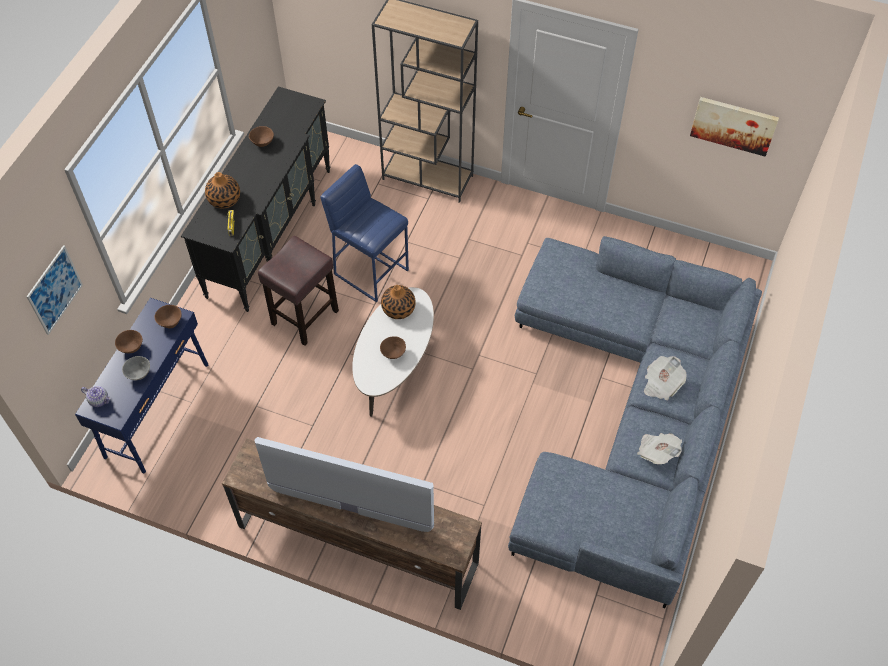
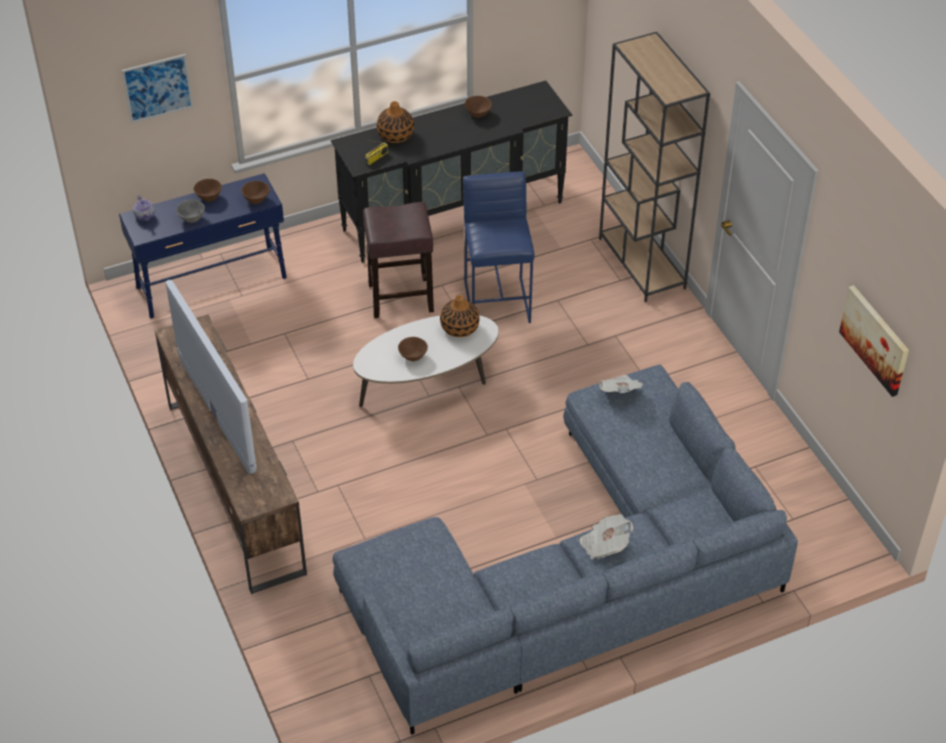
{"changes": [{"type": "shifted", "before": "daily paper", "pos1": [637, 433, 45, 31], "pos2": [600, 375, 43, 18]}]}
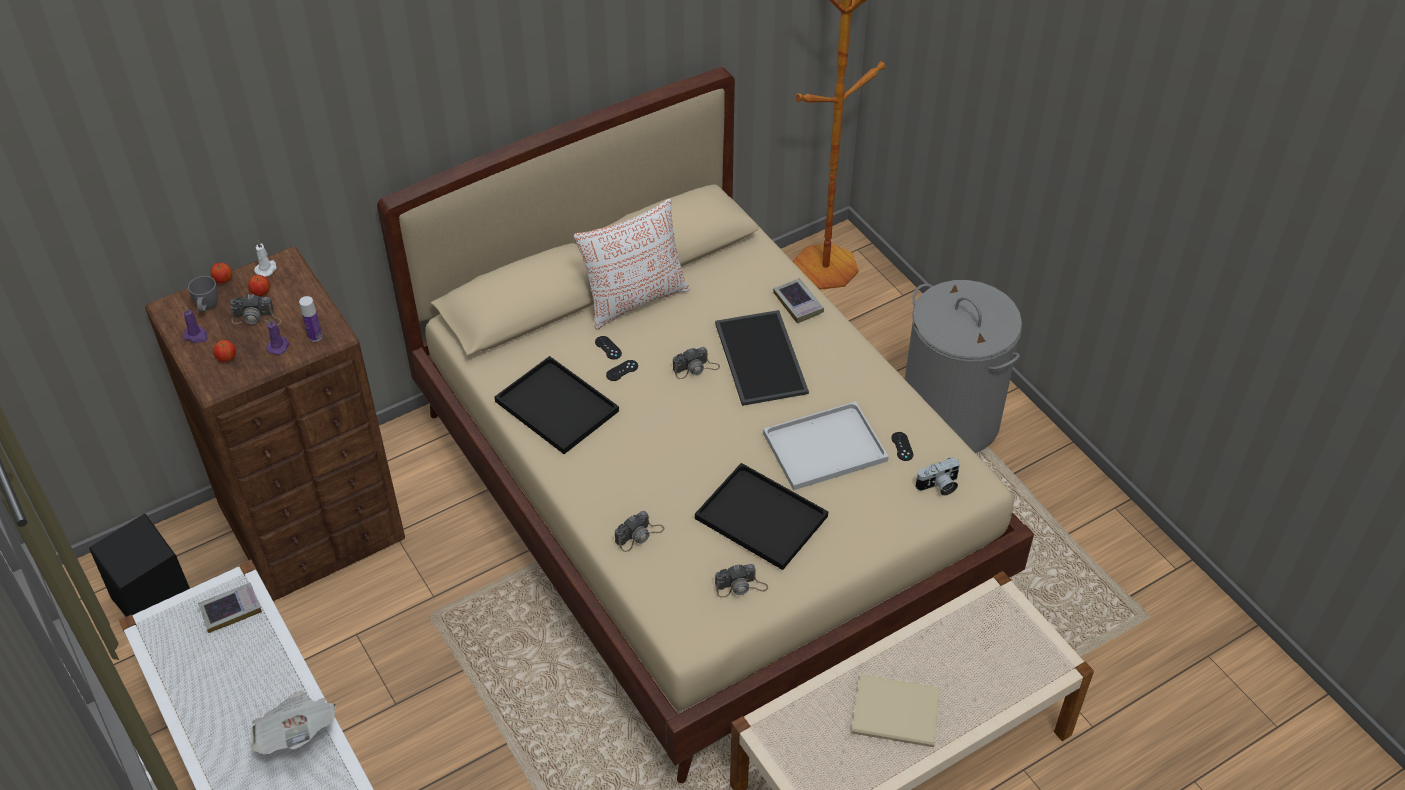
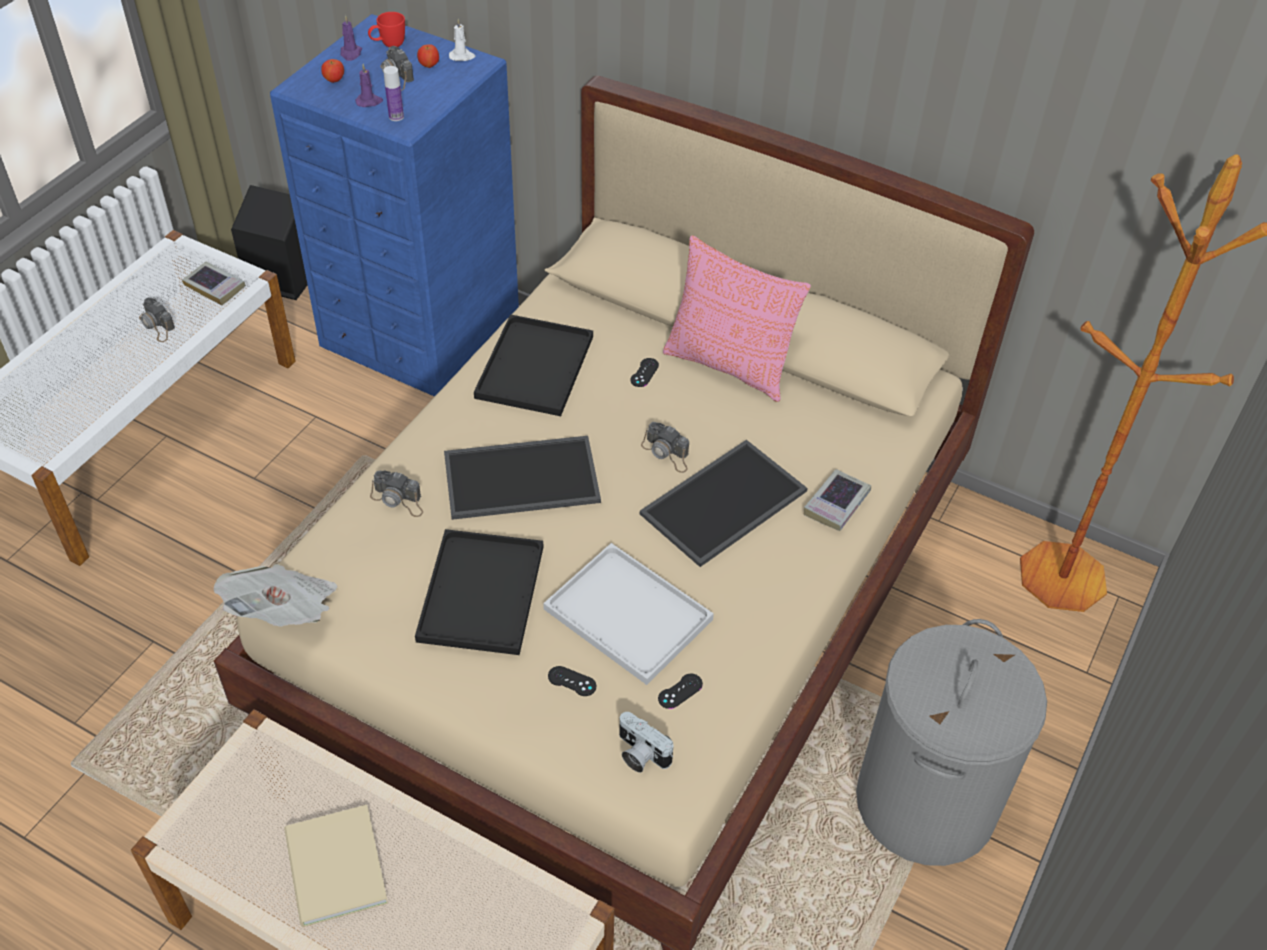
{"changes": [{"type": "gone", "before": "whole apple", "pos1": [211, 263, 21, 20]}, {"type": "new", "after": "carrying tray", "pos2": [444, 436, 157, 84]}, {"type": "shifted", "before": "daily paper", "pos1": [250, 691, 86, 63], "pos2": [214, 564, 123, 62]}, {"type": "shifted", "before": "joypad/black", "pos1": [606, 360, 32, 21], "pos2": [548, 666, 48, 30]}, {"type": "shifted", "before": "still camera", "pos1": [715, 564, 53, 34], "pos2": [139, 297, 36, 45]}, {"type": "repainted", "before": "chest of drawers/brown-coloured", "after": "chest of drawers/blue", "pos1": [145, 246, 260, 355], "pos2": [270, 14, 249, 383]}, {"type": "repainted", "before": "mug/grey", "after": "mug/red", "pos1": [188, 276, 30, 36], "pos2": [368, 12, 37, 35]}, {"type": "repainted", "before": "pillow/white", "after": "pillow/pink-coloured", "pos1": [574, 199, 116, 131], "pos2": [663, 236, 148, 166]}]}
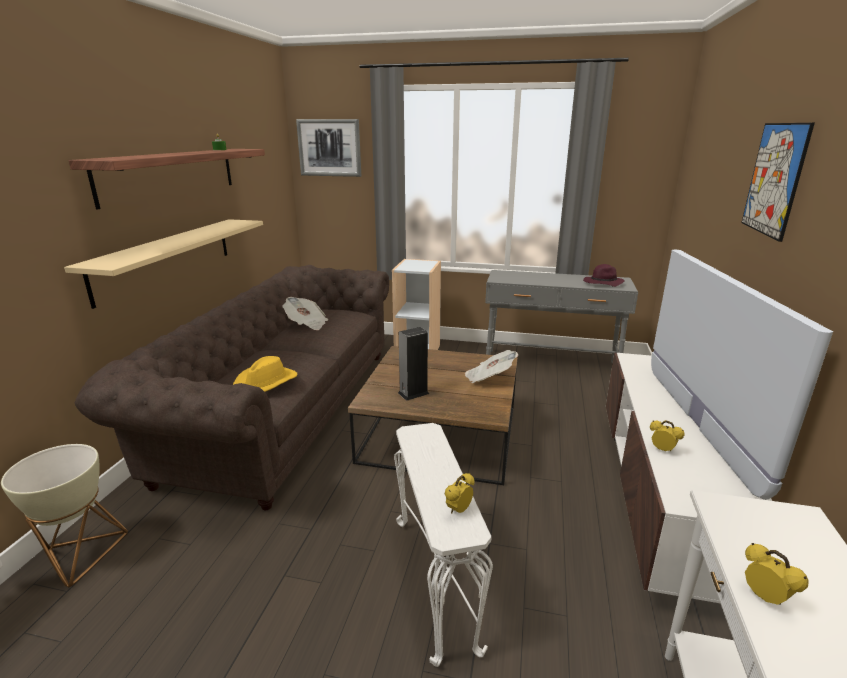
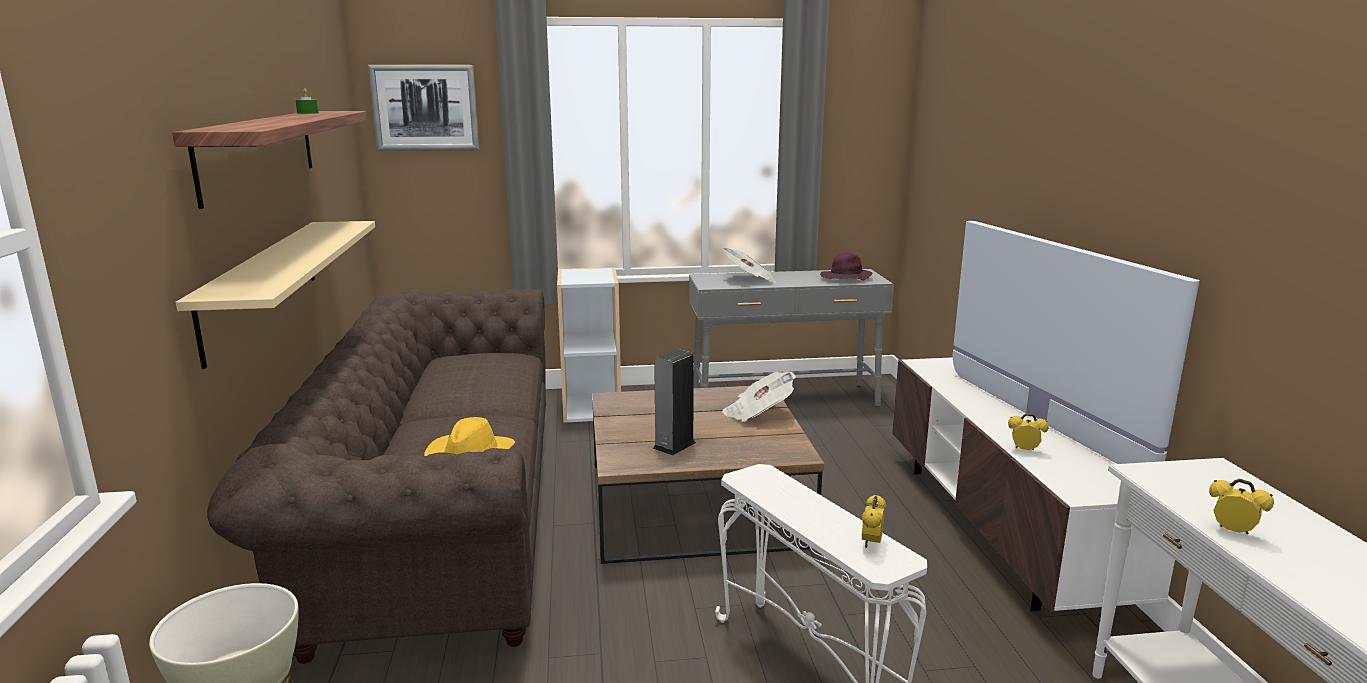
{"changes": [{"type": "gone", "before": "picture", "pos1": [741, 123, 74, 119]}, {"type": "shifted", "before": "daily paper", "pos1": [282, 297, 46, 33], "pos2": [722, 247, 54, 36]}]}
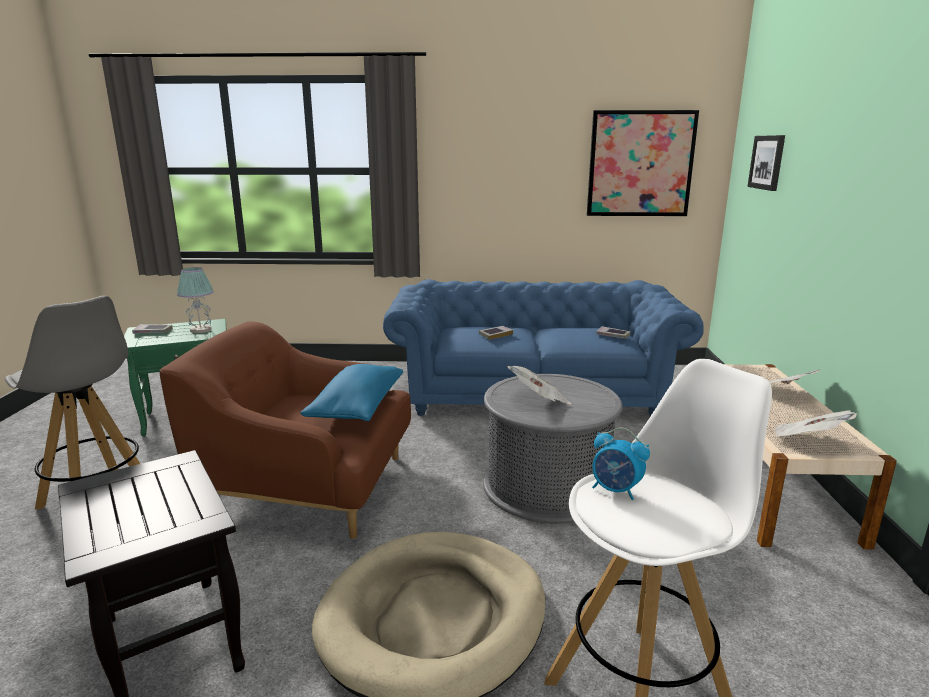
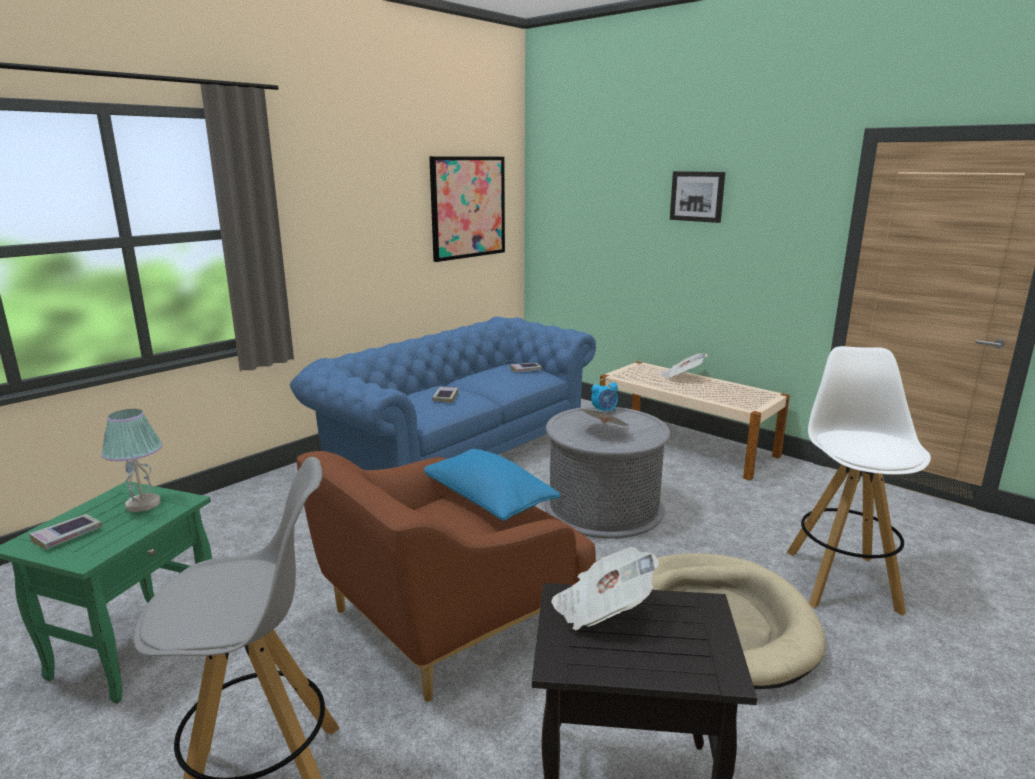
{"changes": [{"type": "shifted", "before": "table clock", "pos1": [592, 428, 58, 72], "pos2": [591, 379, 27, 33]}, {"type": "shifted", "before": "picture", "pos1": [747, 135, 38, 56], "pos2": [670, 171, 55, 52]}, {"type": "shifted", "before": "daily paper", "pos1": [774, 410, 83, 27], "pos2": [551, 547, 109, 84]}]}
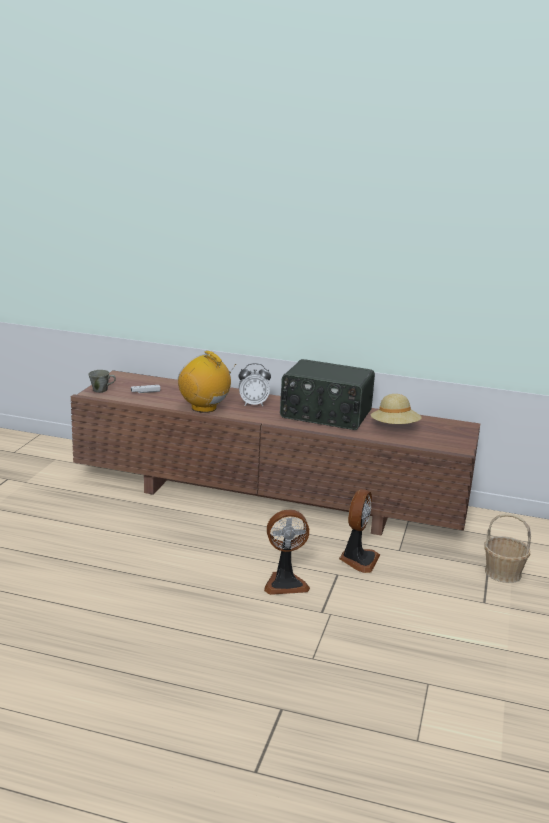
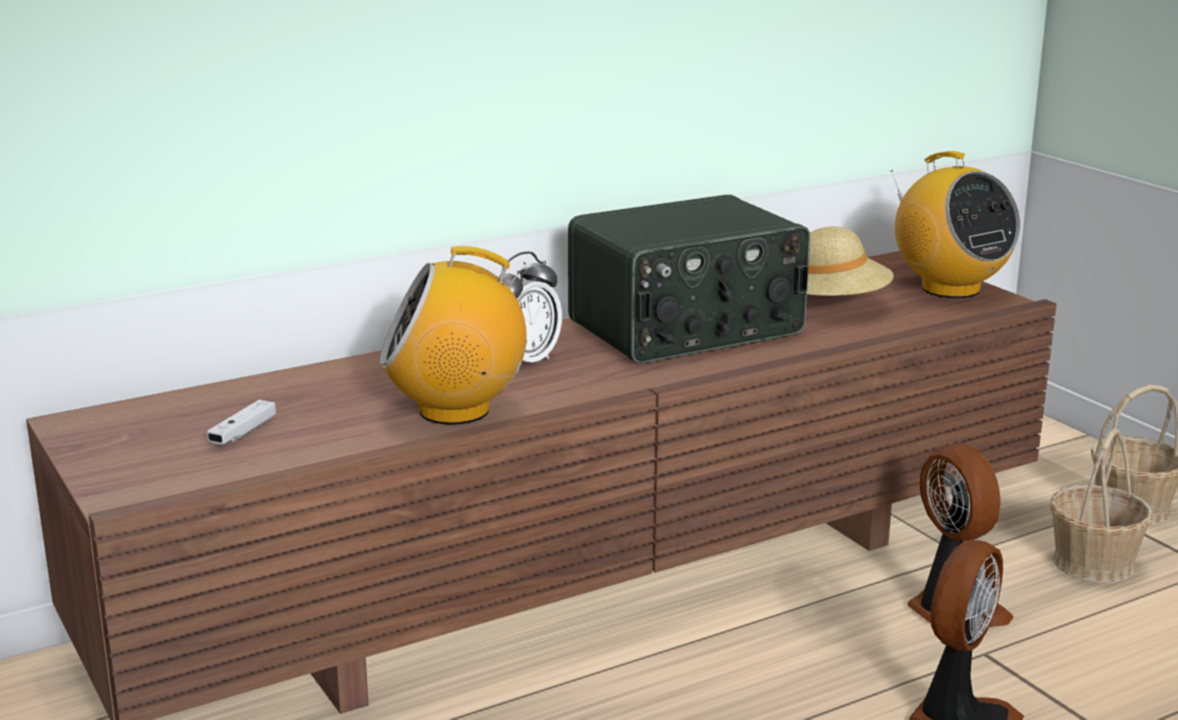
{"changes": [{"type": "gone", "before": "mug/grey", "pos1": [89, 370, 27, 23]}, {"type": "new", "after": "radio set", "pos2": [890, 151, 130, 147]}, {"type": "new", "after": "basket", "pos2": [1049, 428, 104, 155]}]}
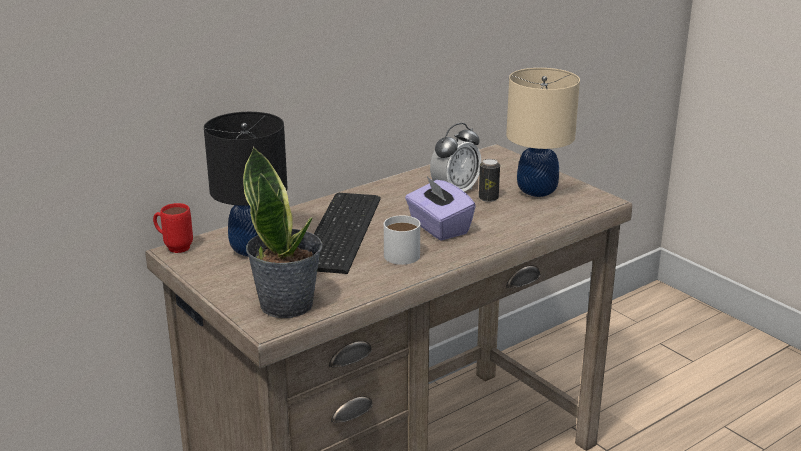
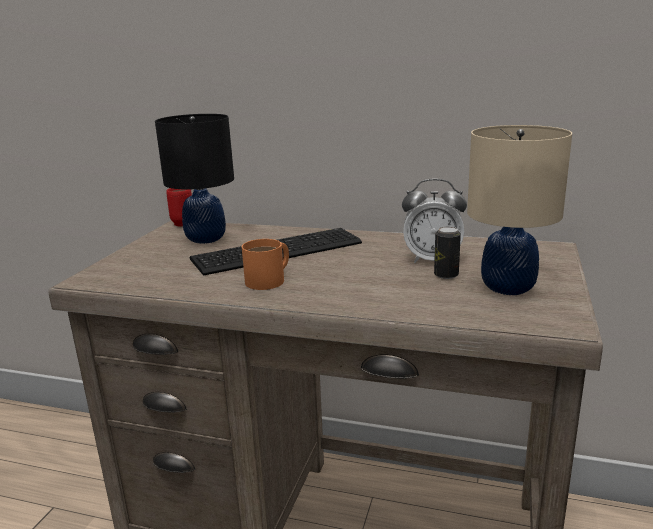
{"changes": [{"type": "gone", "before": "plant in a pot", "pos1": [243, 146, 79, 172]}, {"type": "gone", "before": "box of tissues/purplish", "pos1": [405, 176, 71, 65]}, {"type": "repainted", "before": "mug/white", "after": "mug/orangey", "pos1": [384, 215, 36, 50], "pos2": [242, 239, 47, 51]}]}
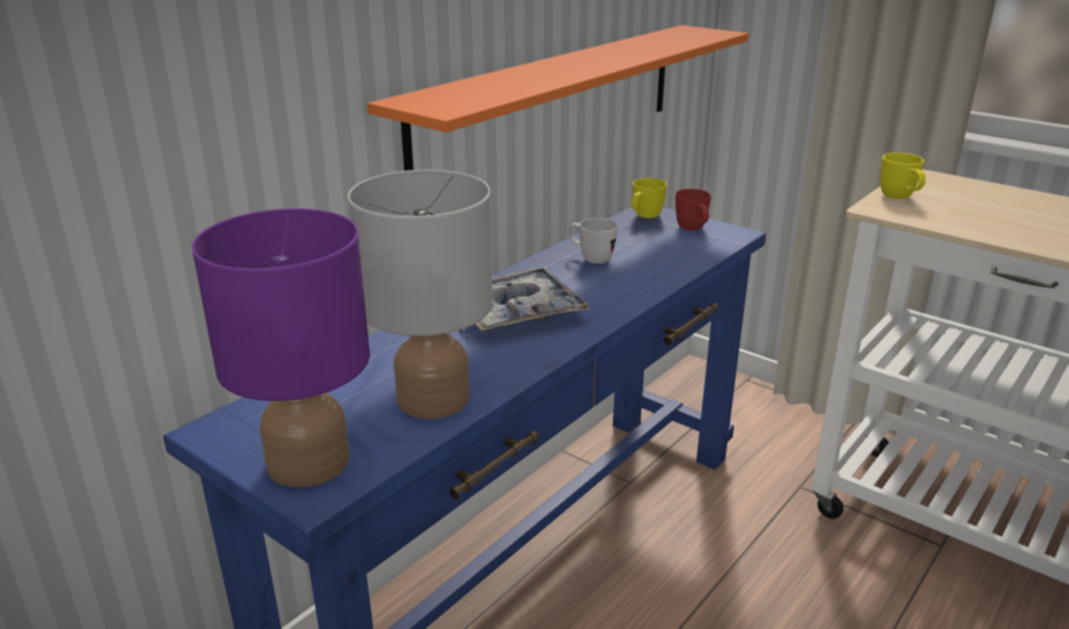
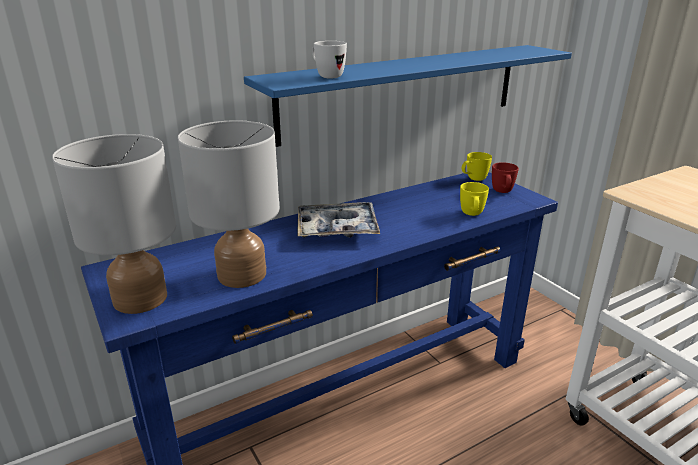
{"changes": [{"type": "shifted", "before": "mug/white", "pos1": [567, 218, 51, 46], "pos2": [312, 41, 35, 37]}, {"type": "shifted", "before": "mug/yellowish", "pos1": [881, 153, 44, 46], "pos2": [460, 182, 29, 34]}, {"type": "repainted", "before": "lamp for a table/purplish", "after": "lamp for a table/grey", "pos1": [192, 208, 178, 279], "pos2": [52, 134, 124, 180]}, {"type": "repainted", "before": "wall shelf/orangey", "after": "wall shelf/blue", "pos1": [367, 25, 382, 146], "pos2": [244, 45, 328, 102]}]}
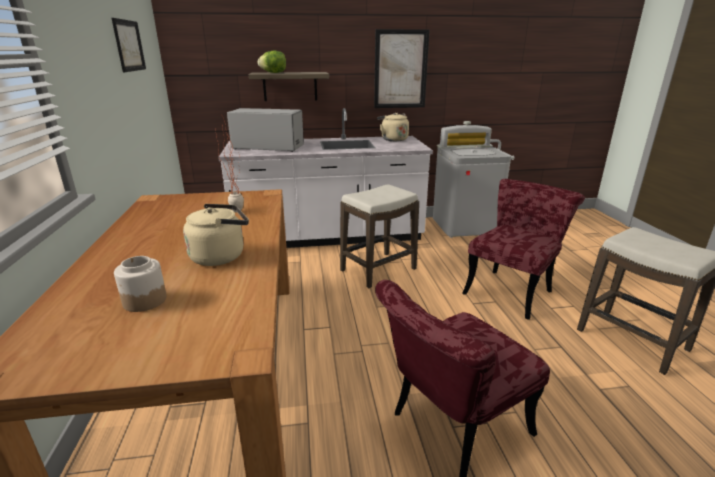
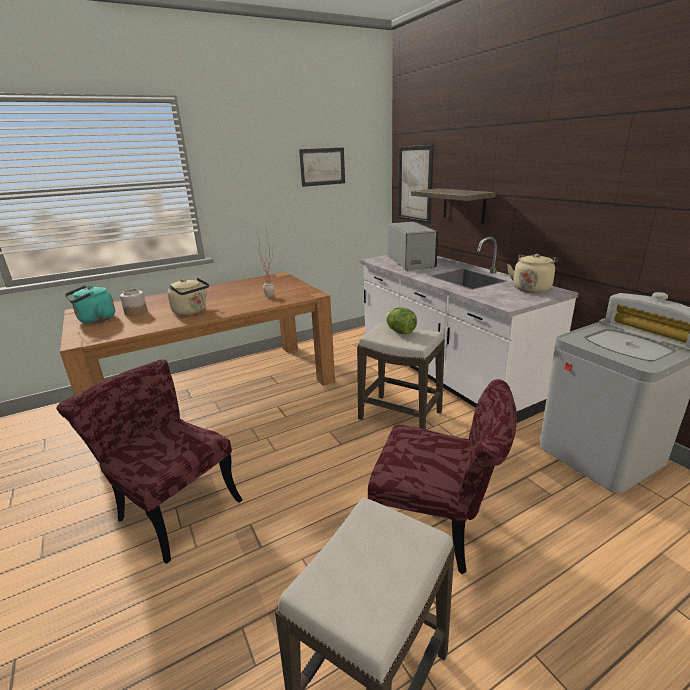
{"changes": [{"type": "new", "after": "kettle/blue-green", "pos2": [65, 286, 50, 37]}, {"type": "shifted", "before": "lettuce", "pos1": [258, 51, 28, 22], "pos2": [385, 307, 32, 27]}, {"type": "shifted", "before": "picture", "pos1": [374, 29, 56, 79], "pos2": [398, 145, 36, 79]}]}
